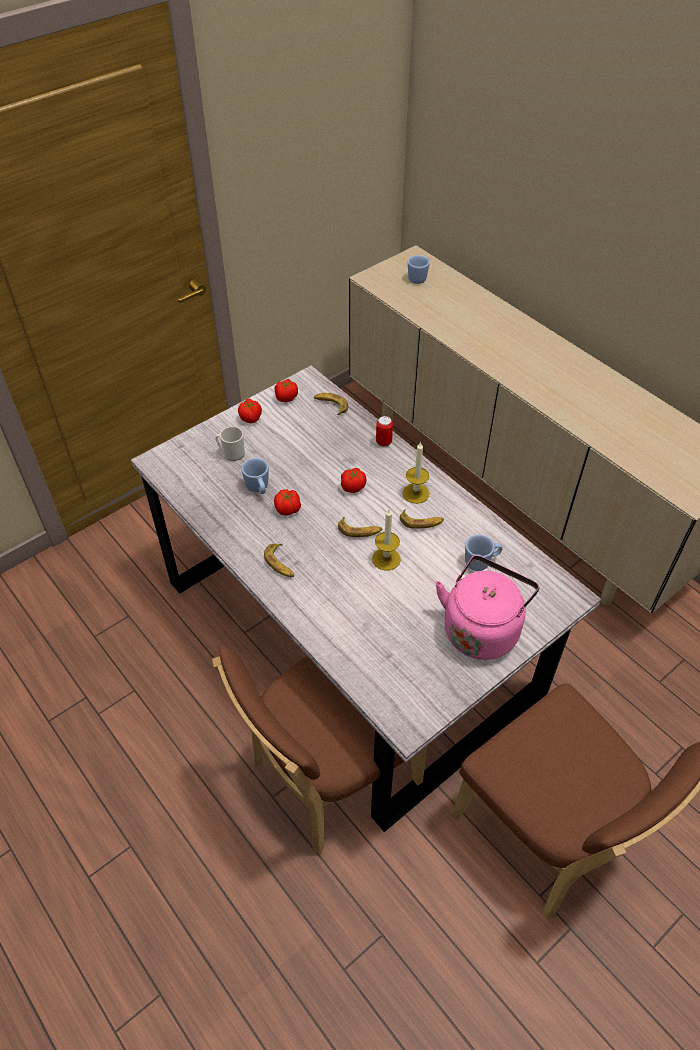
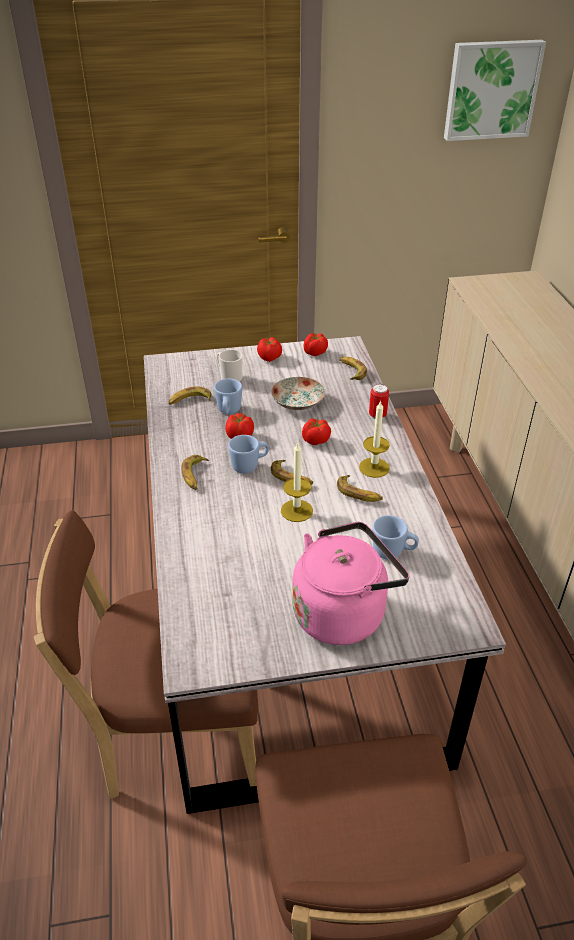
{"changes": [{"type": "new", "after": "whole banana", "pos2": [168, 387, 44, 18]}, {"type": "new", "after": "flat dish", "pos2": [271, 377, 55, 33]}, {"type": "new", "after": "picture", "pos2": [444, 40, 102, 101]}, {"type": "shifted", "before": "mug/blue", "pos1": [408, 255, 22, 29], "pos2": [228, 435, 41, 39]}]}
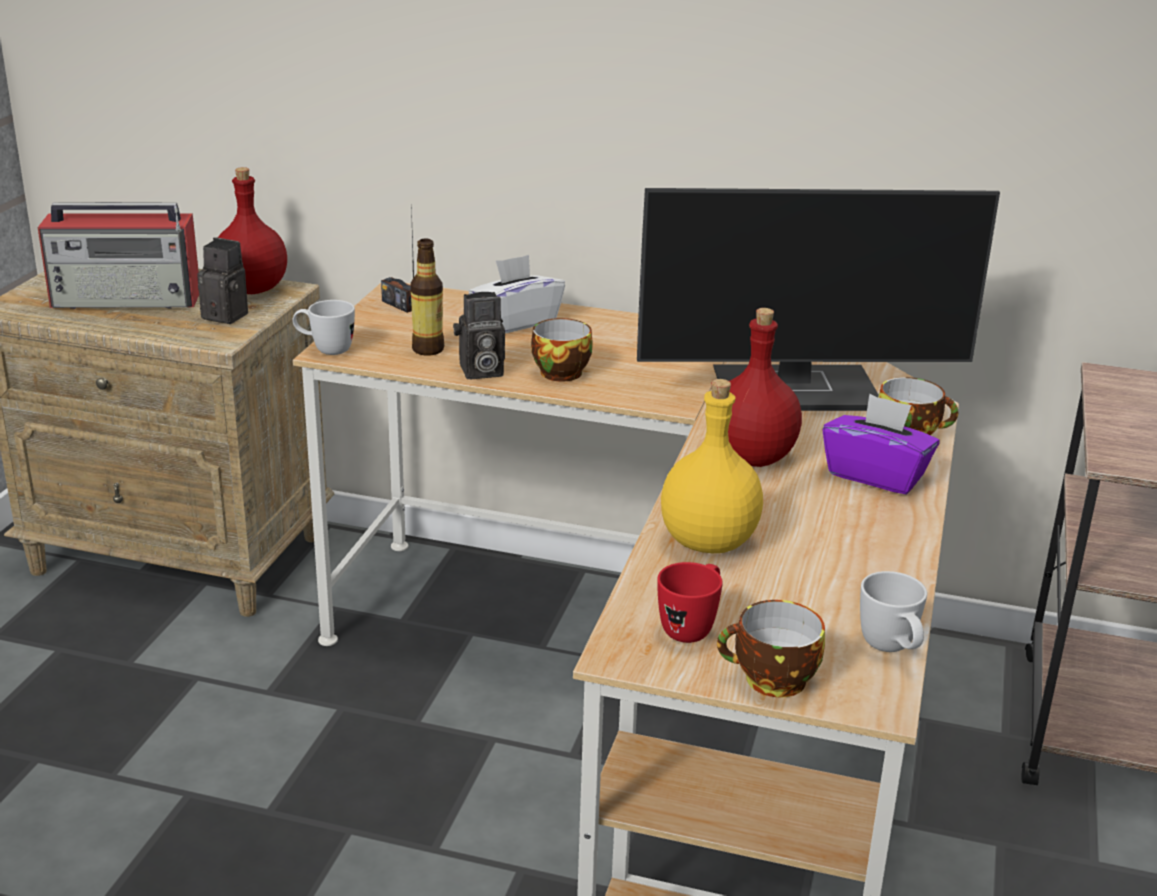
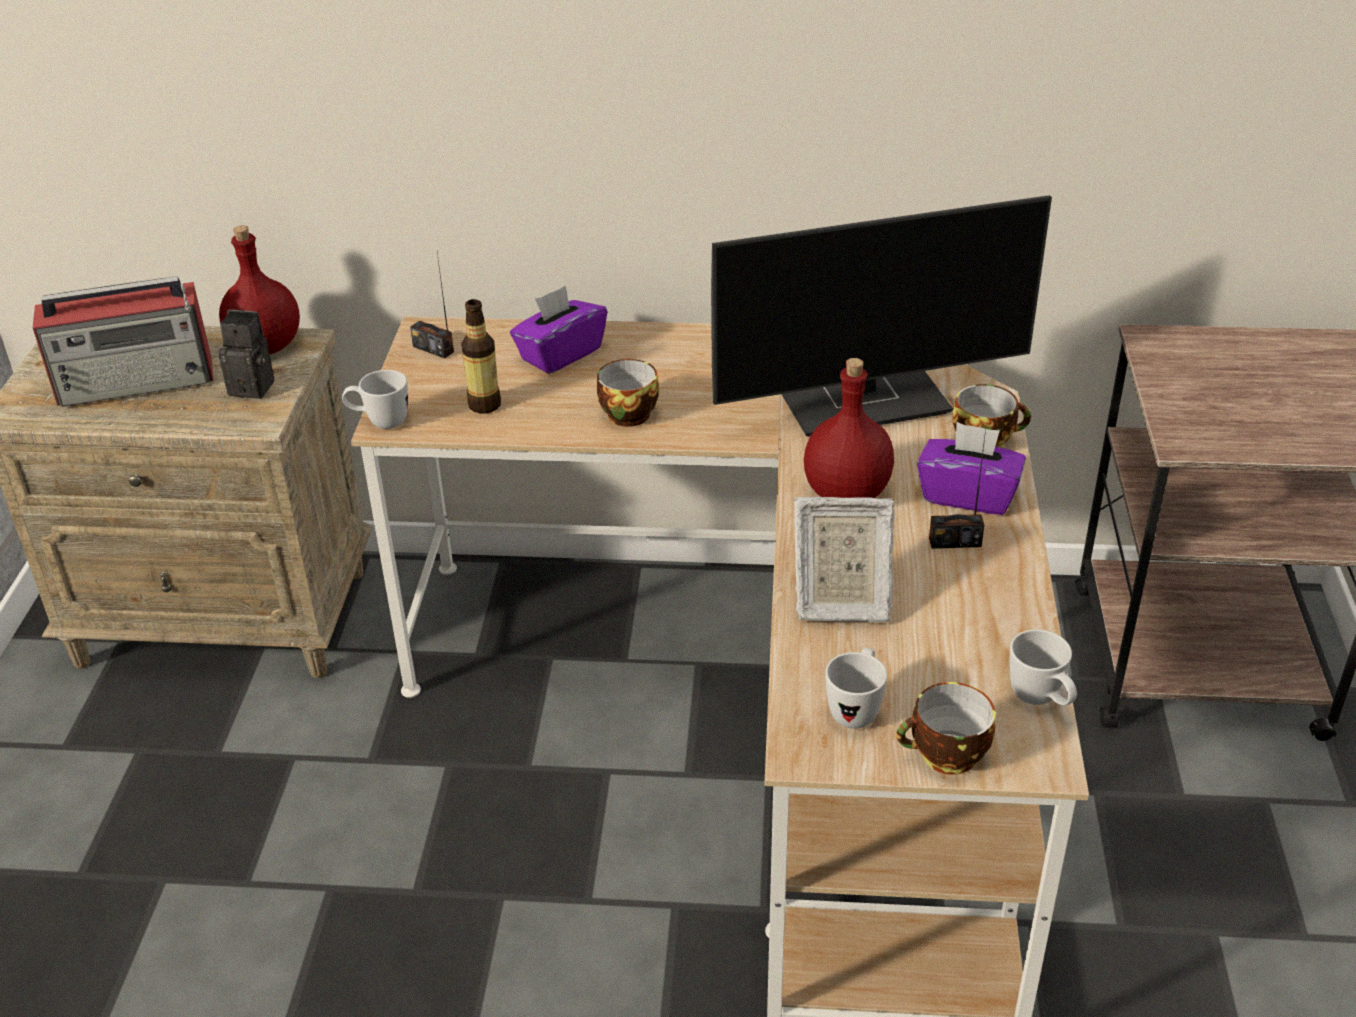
{"changes": [{"type": "gone", "before": "still camera", "pos1": [453, 292, 52, 87]}, {"type": "new", "after": "radio set", "pos2": [929, 429, 57, 120]}, {"type": "swapped", "before": "beverage bottle/yellowish", "after": "standing frame", "pos1": [661, 379, 102, 174], "pos2": [794, 497, 101, 125]}, {"type": "repainted", "before": "box of tissues/white", "after": "box of tissues/purplish", "pos1": [469, 255, 96, 78], "pos2": [510, 285, 97, 89]}, {"type": "repainted", "before": "mug/red", "after": "mug/white", "pos1": [657, 562, 66, 81], "pos2": [825, 648, 62, 81]}]}
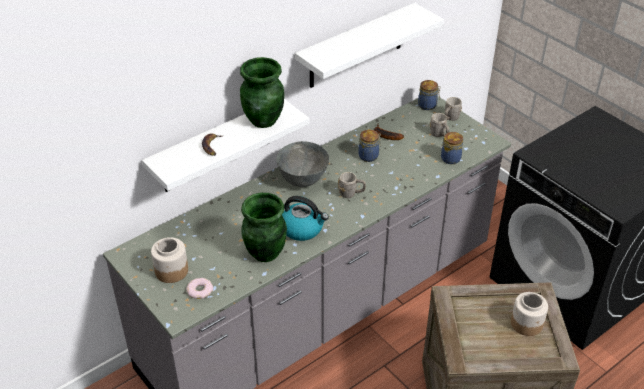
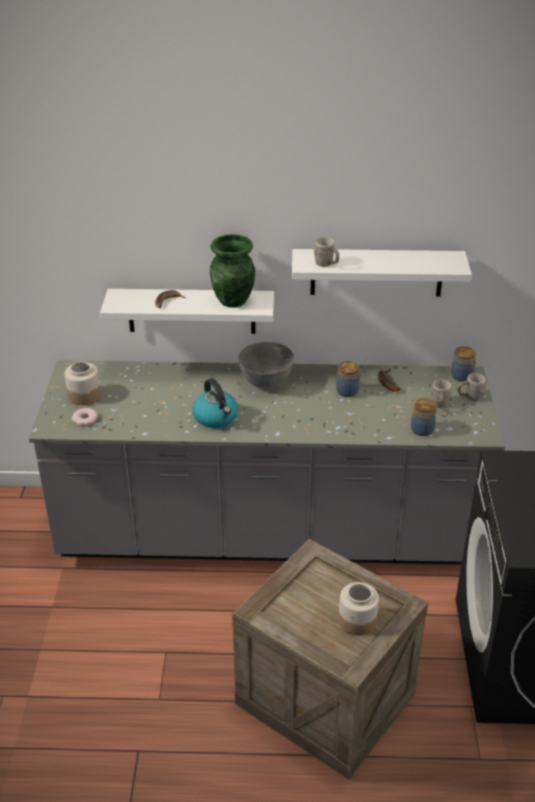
{"changes": [{"type": "gone", "before": "flower vase/greenish", "pos1": [241, 193, 46, 69]}, {"type": "shifted", "before": "mug/grey", "pos1": [338, 172, 28, 26], "pos2": [314, 237, 25, 30]}]}
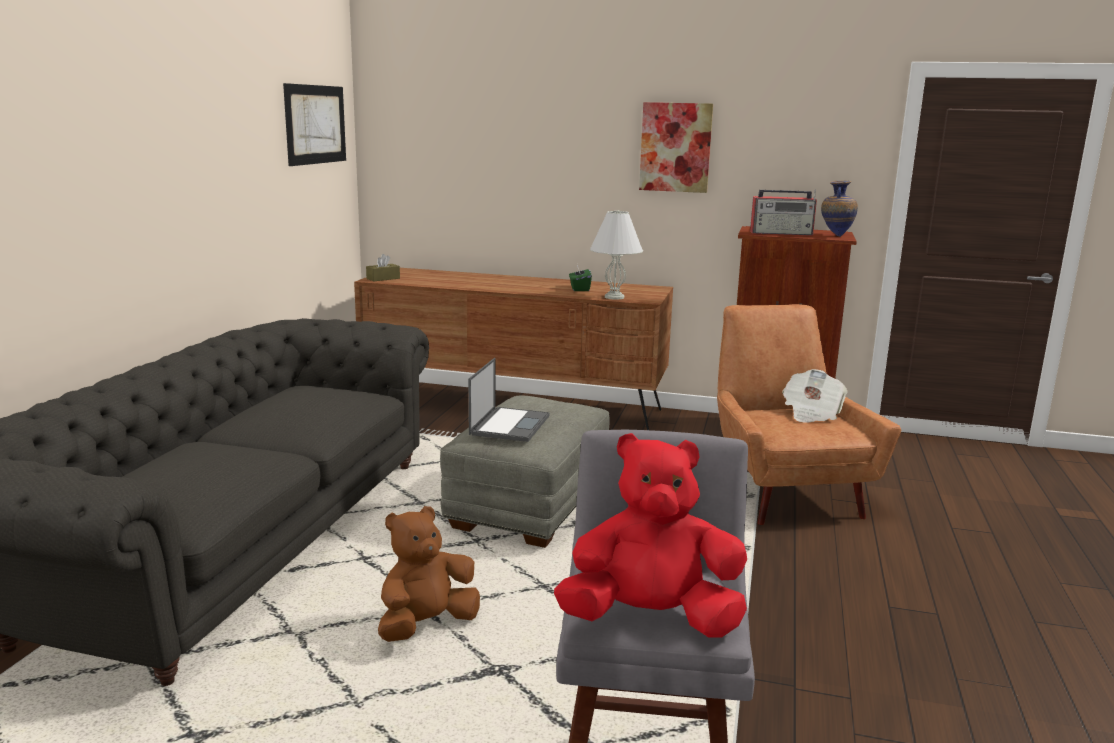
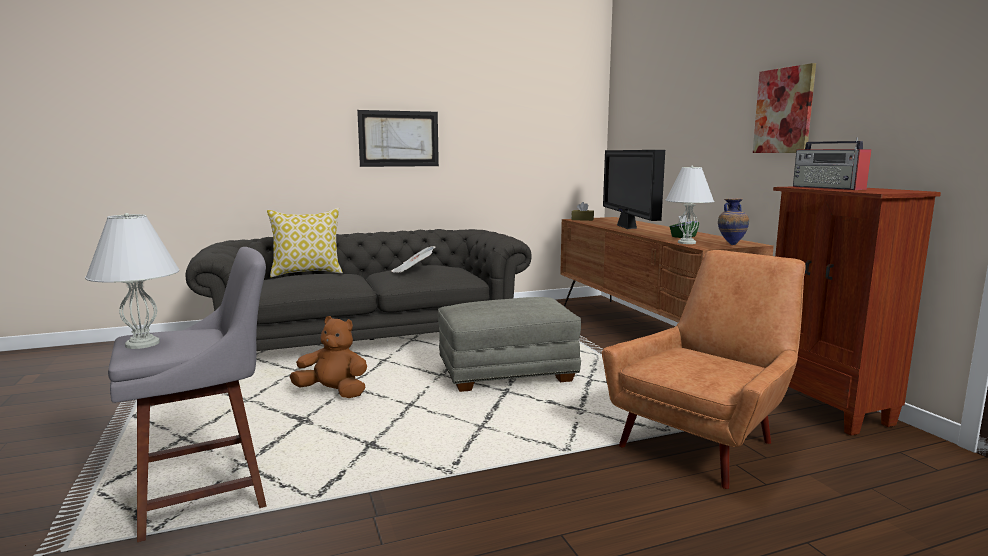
{"changes": [{"type": "gone", "before": "laptop", "pos1": [468, 358, 82, 84]}, {"type": "new", "after": "pillow", "pos2": [267, 208, 76, 69]}, {"type": "new", "after": "television", "pos2": [603, 150, 62, 79]}, {"type": "shifted", "before": "picture", "pos1": [283, 83, 63, 83], "pos2": [357, 110, 82, 57]}, {"type": "shifted", "before": "daily paper", "pos1": [782, 369, 65, 54], "pos2": [392, 246, 44, 27]}, {"type": "shifted", "before": "flower vase", "pos1": [821, 181, 37, 56], "pos2": [718, 198, 31, 47]}, {"type": "swapped", "before": "soft toy/red", "after": "lamp for a table/white", "pos1": [554, 433, 193, 205], "pos2": [85, 213, 94, 136]}]}
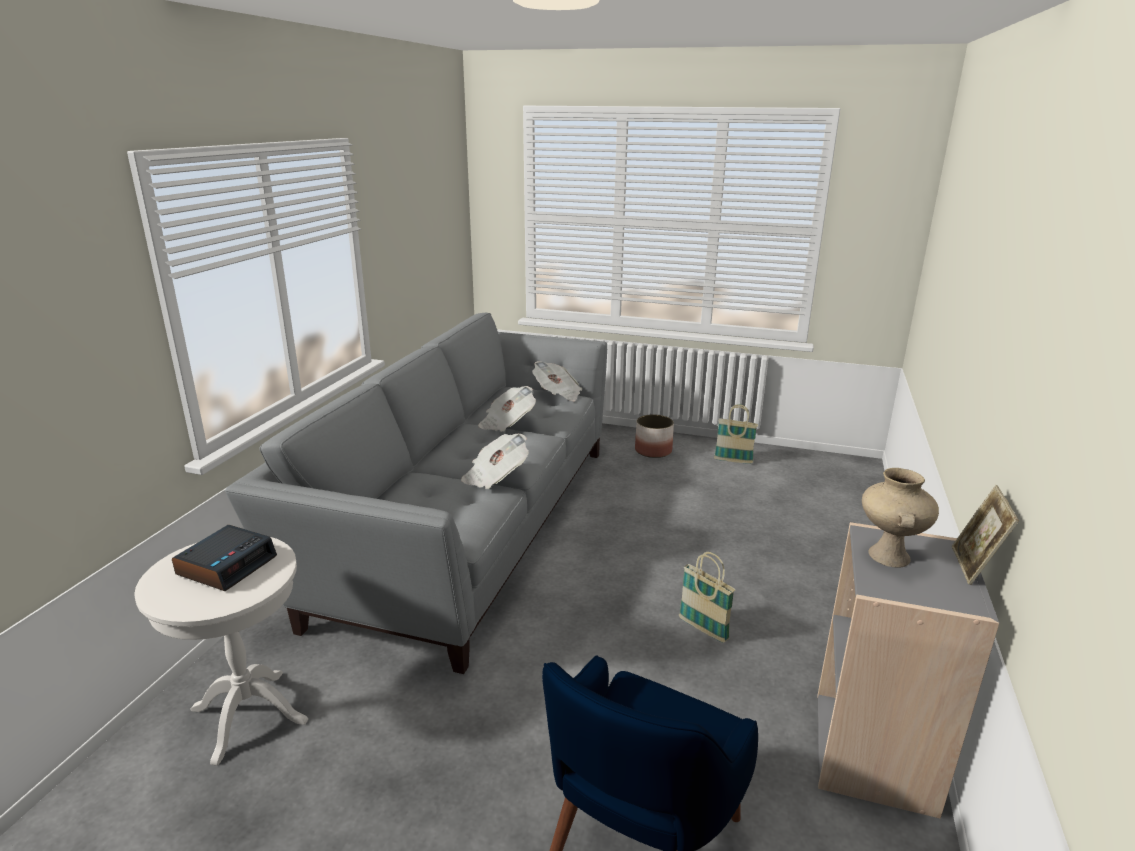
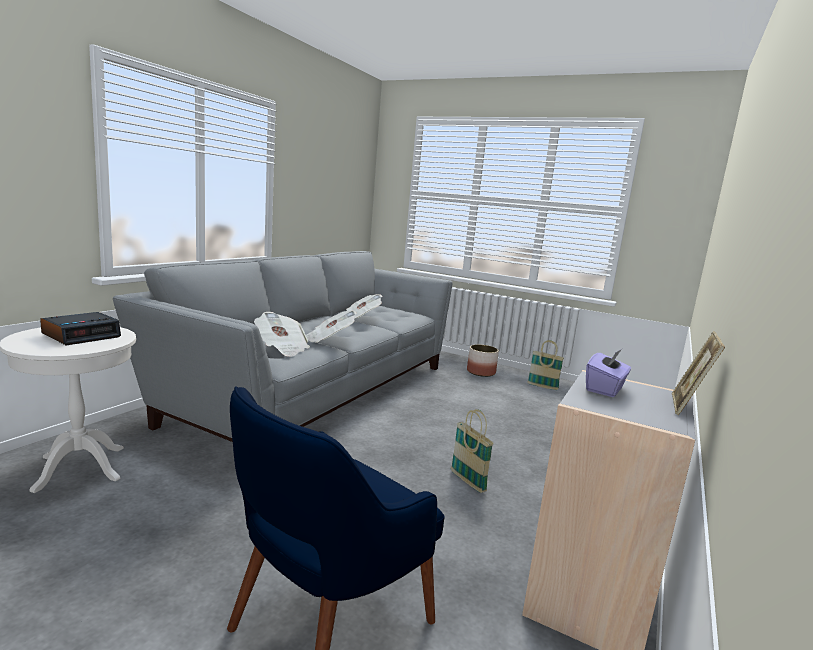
{"changes": [{"type": "shifted", "before": "daily paper", "pos1": [532, 361, 50, 40], "pos2": [254, 312, 56, 45]}, {"type": "swapped", "before": "flower vase/beige", "after": "box of tissues/purplish", "pos1": [862, 468, 77, 100], "pos2": [586, 349, 45, 48]}]}
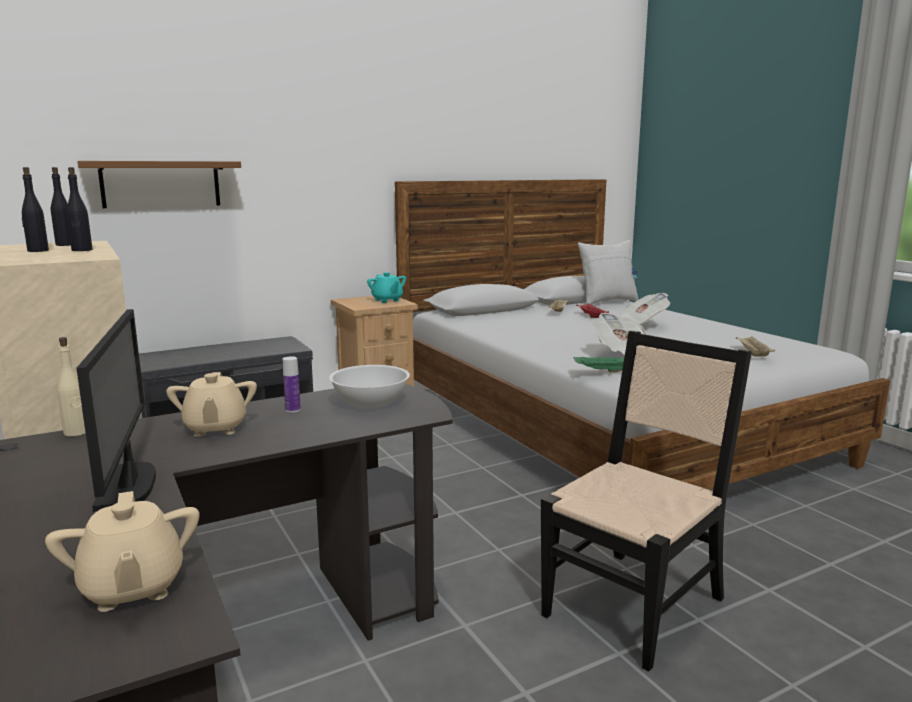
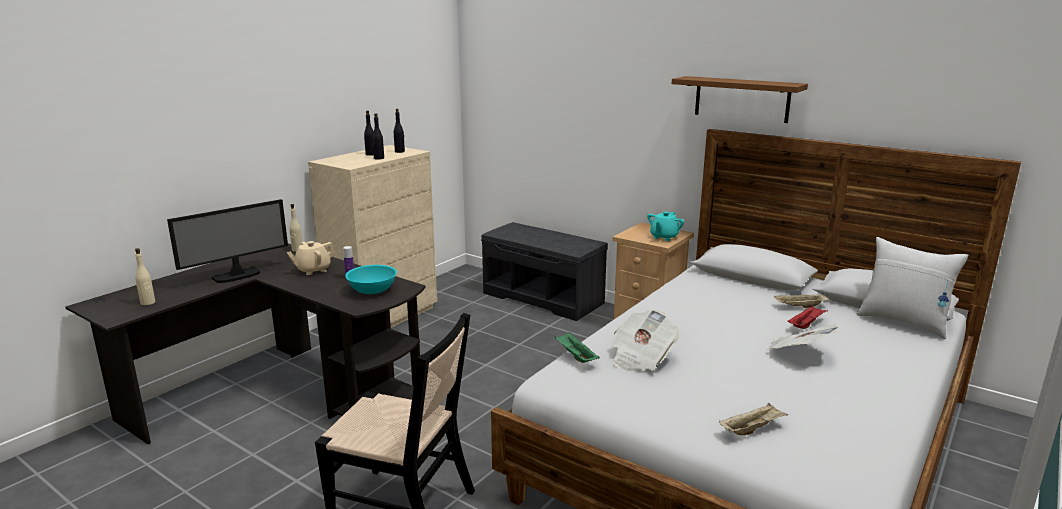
{"changes": [{"type": "shifted", "before": "wall shelf/brown-coloured", "pos1": [77, 161, 164, 47], "pos2": [672, 76, 136, 47]}, {"type": "swapped", "before": "tea pot/beige", "after": "beverage bottle/beige", "pos1": [45, 491, 154, 121], "pos2": [135, 248, 20, 57]}, {"type": "repainted", "before": "bowl/white", "after": "bowl/blue-green", "pos1": [329, 365, 81, 43], "pos2": [345, 265, 52, 29]}]}
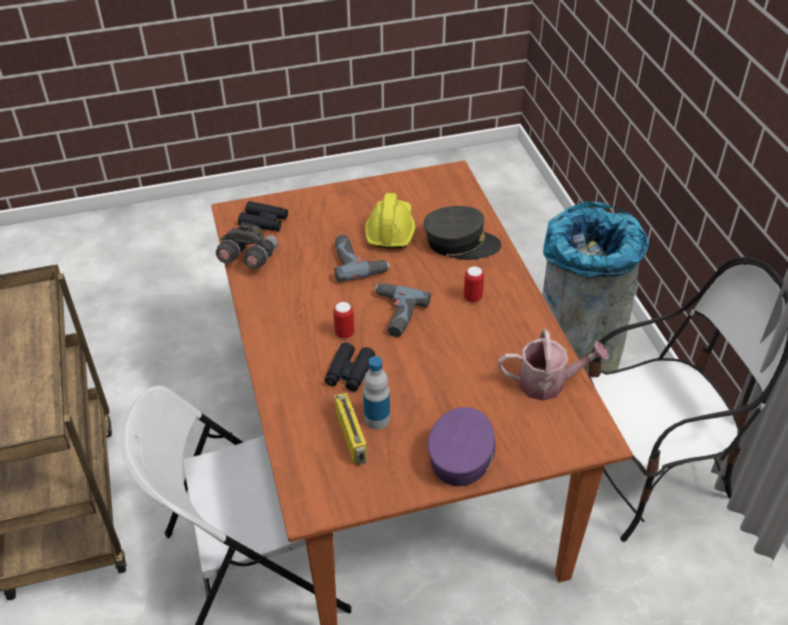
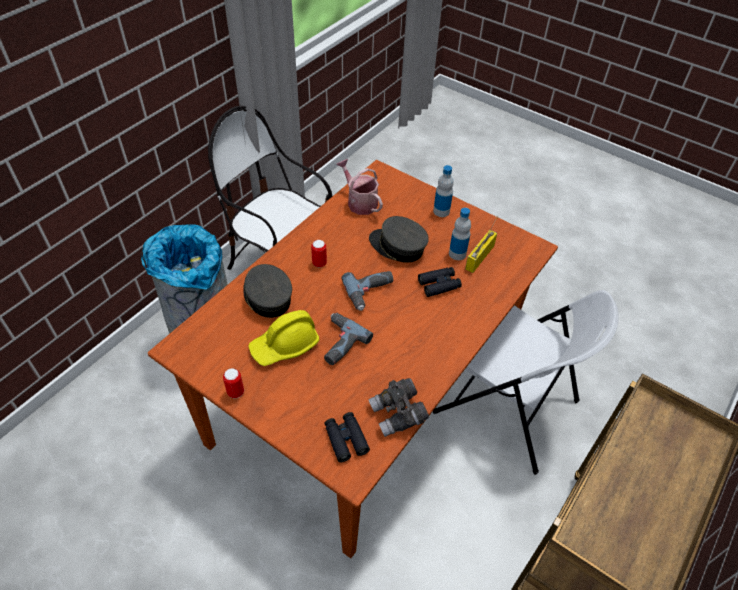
{"changes": [{"type": "new", "after": "cap/grey", "pos2": [369, 216, 60, 47]}, {"type": "shifted", "before": "can", "pos1": [333, 302, 21, 37], "pos2": [223, 368, 21, 30]}, {"type": "swapped", "before": "cap/purplish", "after": "beverage bottle", "pos1": [428, 407, 68, 79], "pos2": [433, 165, 21, 52]}]}
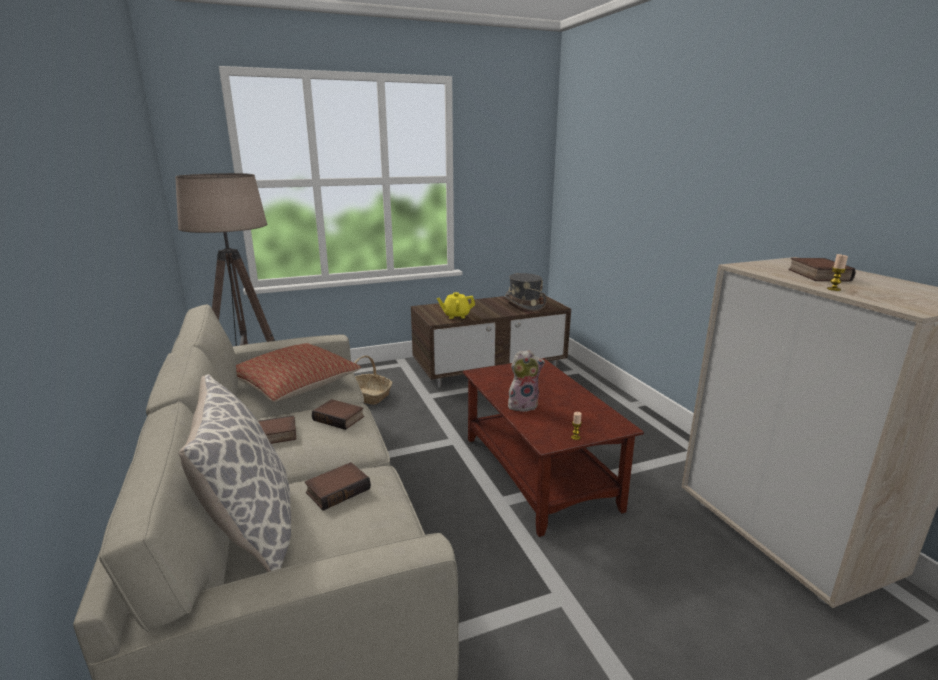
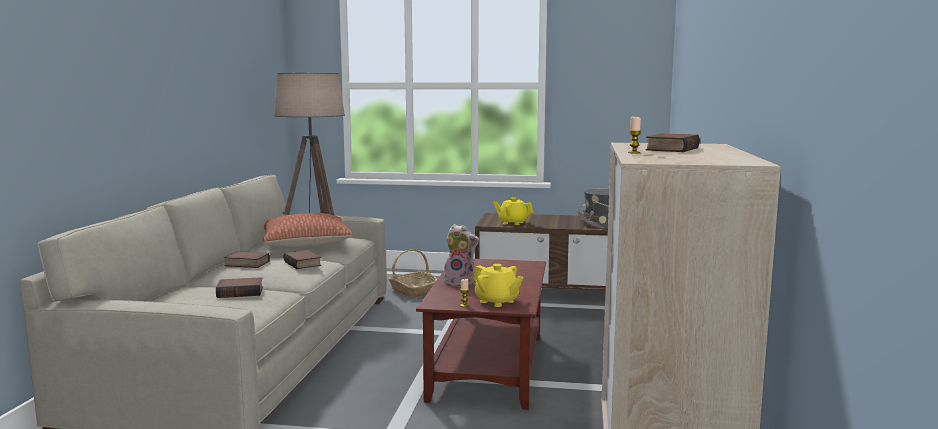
{"changes": [{"type": "gone", "before": "pillow", "pos1": [178, 374, 113, 198]}, {"type": "new", "after": "tea pot/yellowish", "pos2": [473, 264, 51, 43]}]}
